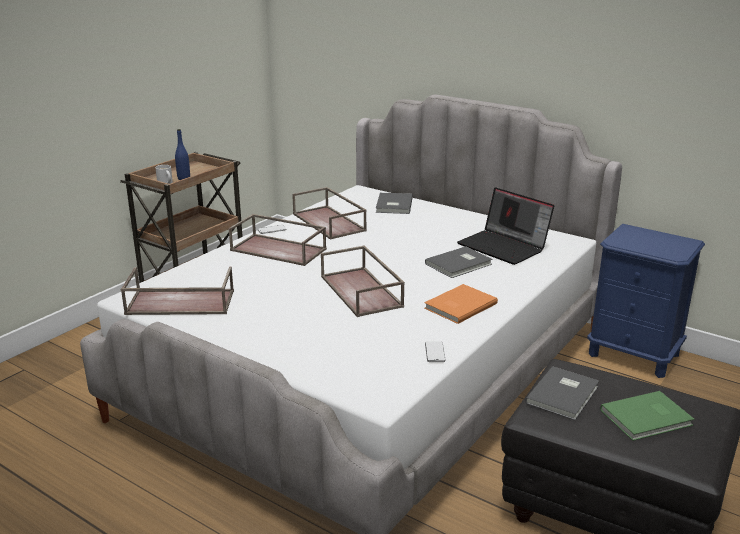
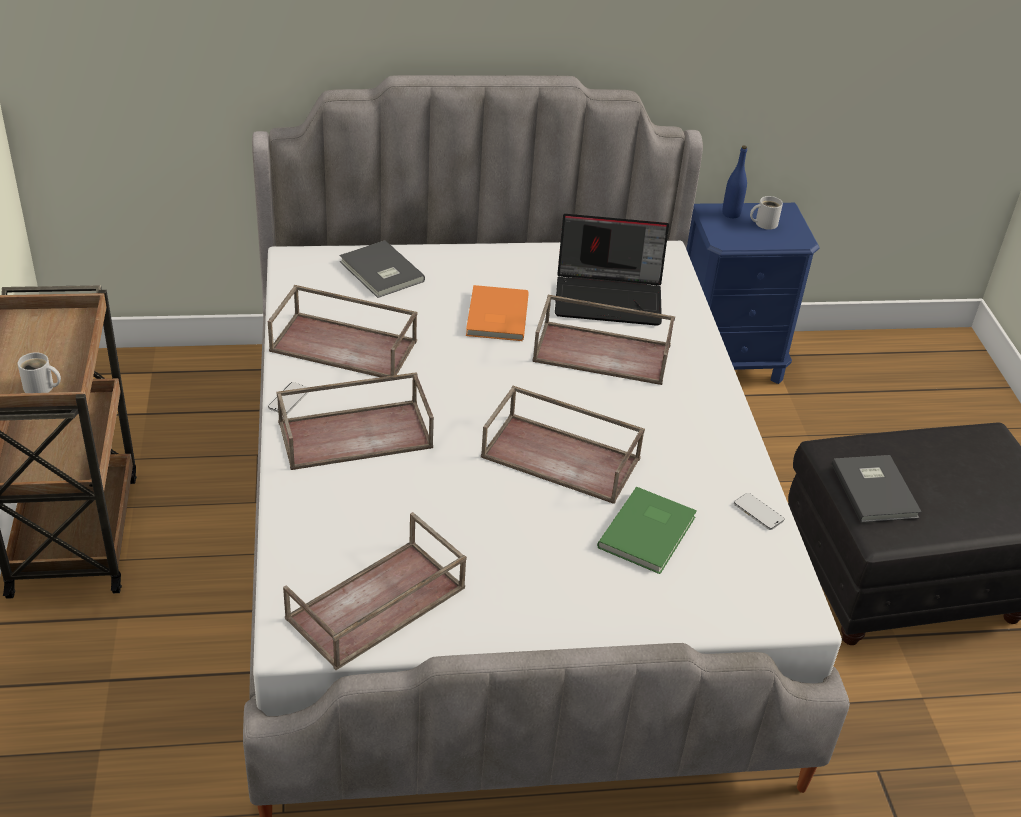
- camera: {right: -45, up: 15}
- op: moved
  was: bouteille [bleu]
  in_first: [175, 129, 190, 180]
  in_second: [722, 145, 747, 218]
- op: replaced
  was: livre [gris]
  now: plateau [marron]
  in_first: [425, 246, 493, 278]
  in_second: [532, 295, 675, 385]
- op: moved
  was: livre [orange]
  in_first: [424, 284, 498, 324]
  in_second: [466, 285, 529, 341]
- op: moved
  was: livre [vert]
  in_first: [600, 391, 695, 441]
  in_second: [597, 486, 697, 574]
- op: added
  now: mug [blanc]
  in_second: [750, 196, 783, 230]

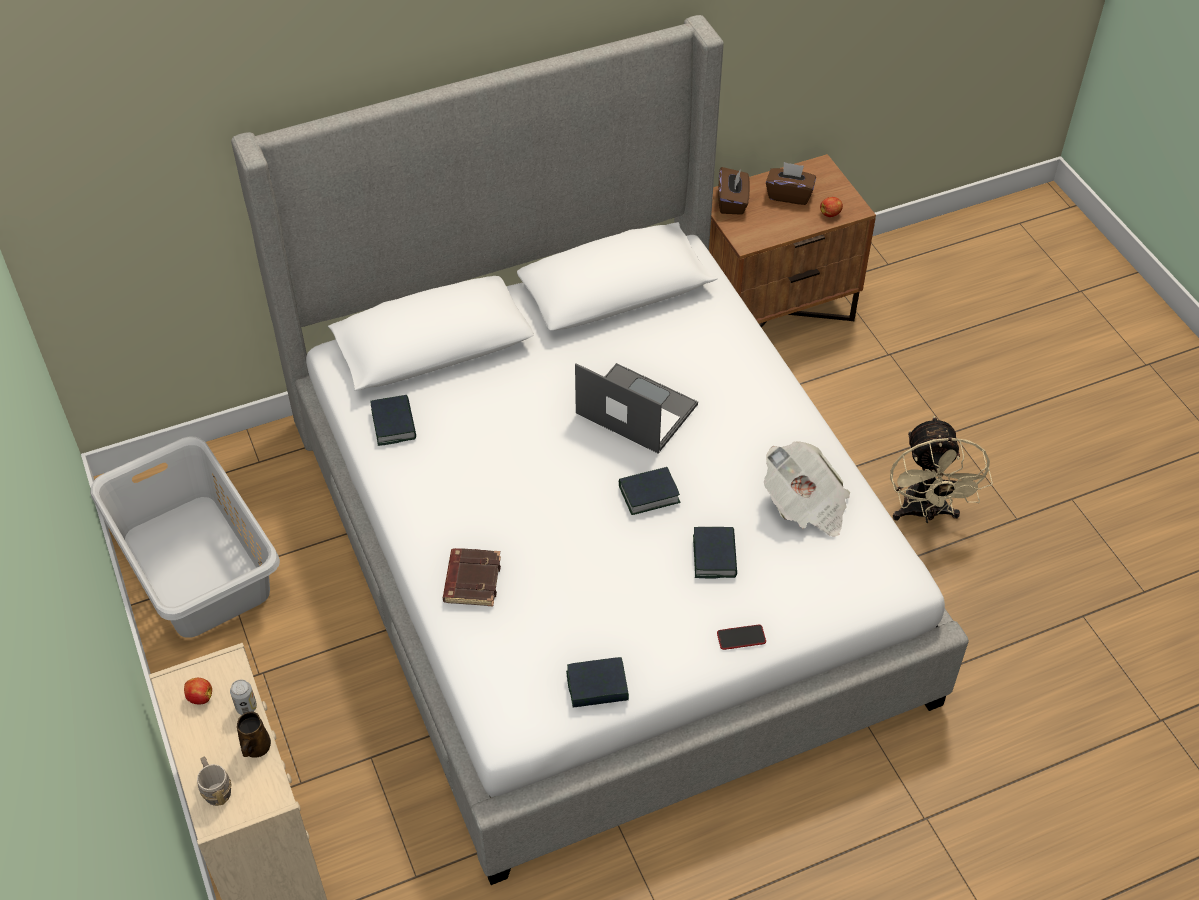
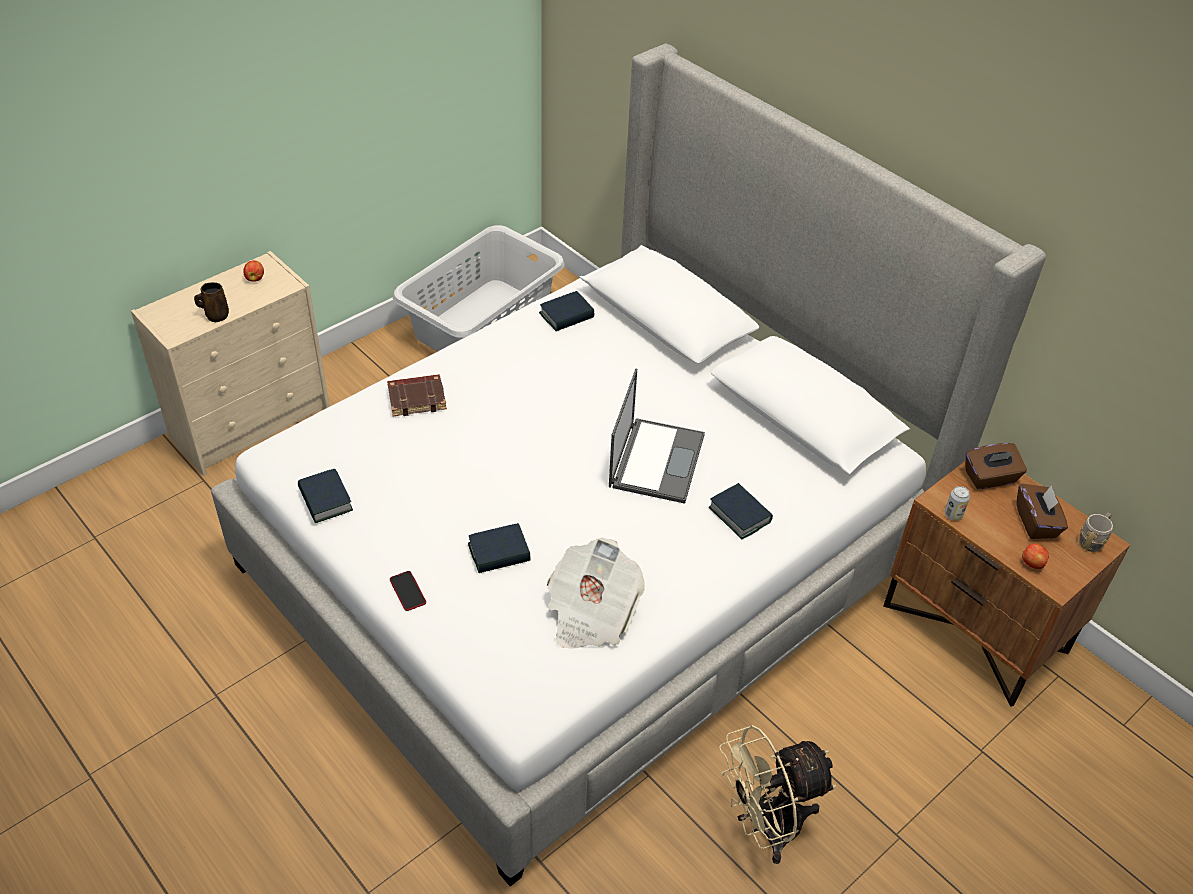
- camera: {right: 70, up: -5}
- op: moved
  was: livre
  in_first: [619, 467, 680, 515]
  in_second: [709, 483, 773, 539]
- op: moved
  was: boîte métallique
  in_first: [230, 679, 257, 715]
  in_second: [945, 486, 970, 520]
- op: moved
  was: mug [gris]
  in_first: [197, 757, 232, 806]
  in_second: [1079, 513, 1113, 552]

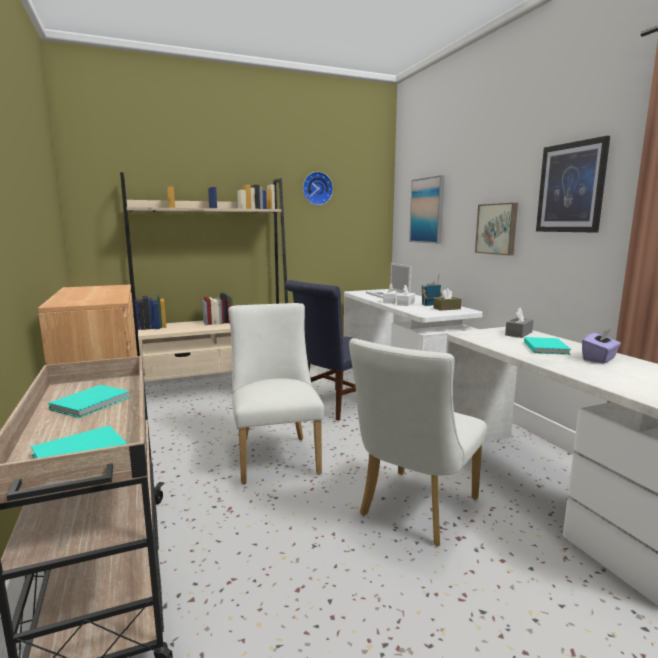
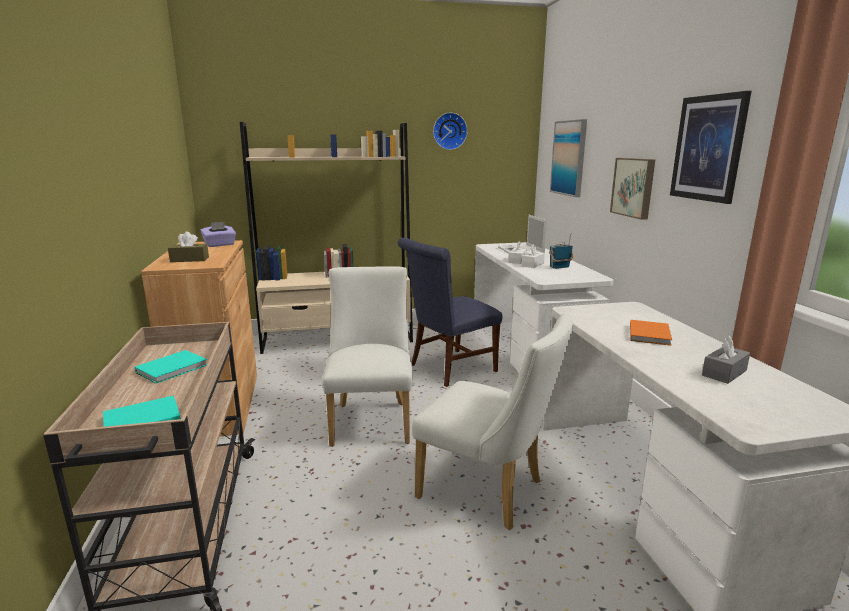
- camera: {right: 10, up: 5}
- op: moved
  was: boîte à mouchoirs [marron]
  in_first: [433, 288, 461, 311]
  in_second: [168, 231, 209, 262]
- op: moved
  was: boîte à mouchoirs [gris]
  in_first: [505, 308, 533, 338]
  in_second: [702, 335, 750, 384]
- op: moved
  was: boîte à mouchoirs [violet]
  in_first: [582, 329, 621, 364]
  in_second: [200, 222, 236, 247]
- op: recoloured
  was: livre [turquoise]
  now: livre [orange]
  in_first: [524, 337, 571, 355]
  in_second: [630, 320, 672, 346]
- op: turned
  was: chaise [blanc]
  in_first: [349, 338, 487, 546]
  in_second: [412, 313, 573, 530]
  clockwise: -105

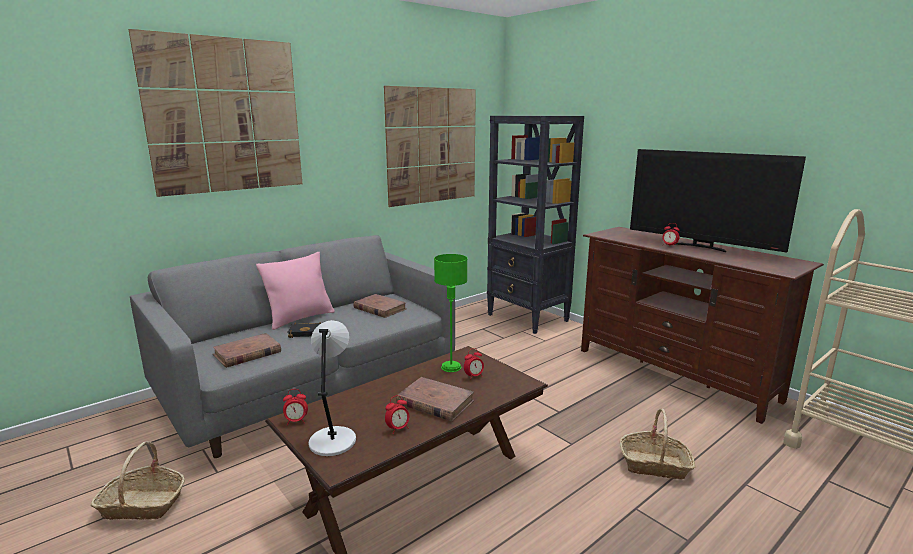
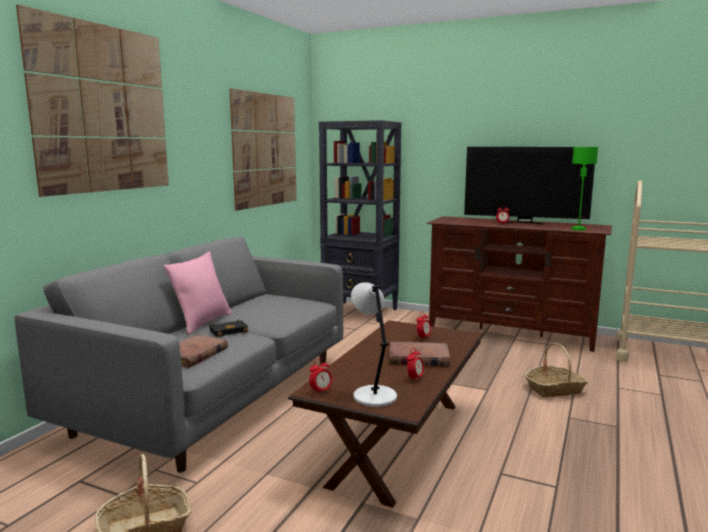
- camera: {right: -25, up: -5}
- op: moved
  was: lampe de table [vert]
  in_first: [434, 254, 467, 372]
  in_second: [571, 147, 598, 231]
- op: removed
  was: livre [marron]
  in_first: [353, 294, 406, 318]

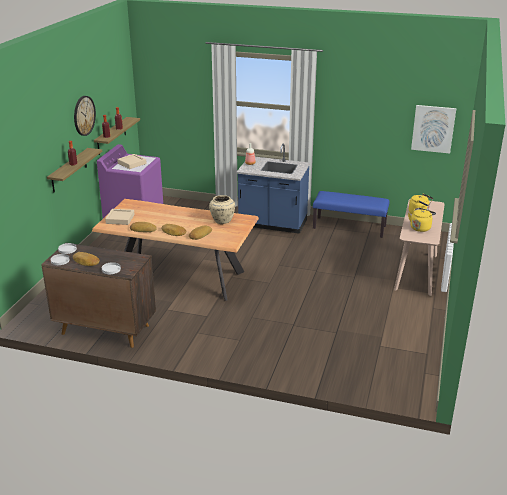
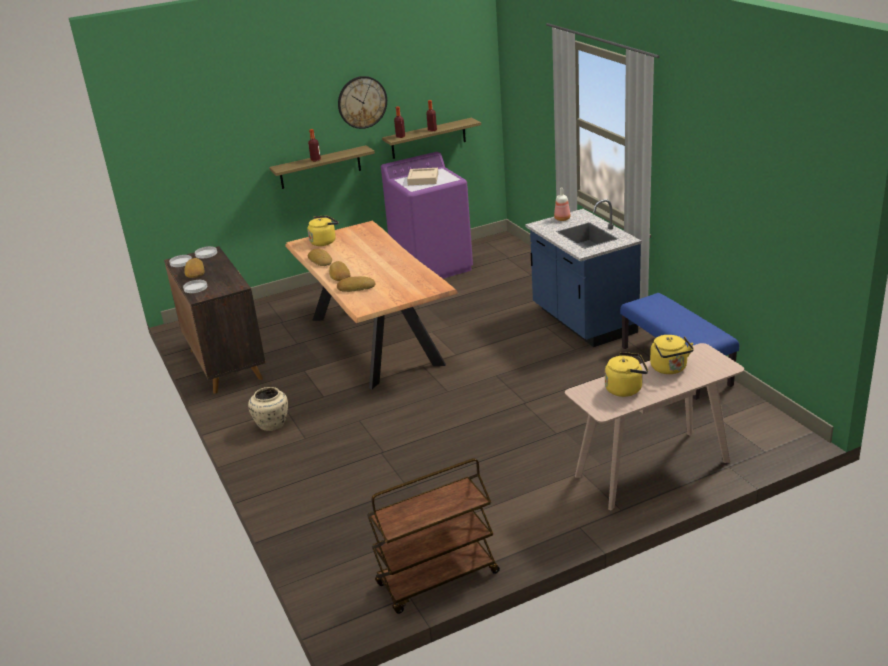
- camera: {right: 50, up: 0}
- op: removed
  was: tableau
  in_first: [411, 105, 456, 154]
- op: moved
  was: vase [beige]
  in_first: [209, 195, 235, 224]
  in_second: [248, 387, 288, 431]
- op: replaced
  was: plateau [beige]
  now: bouilloire [jaune]
  in_first: [105, 209, 135, 225]
  in_second: [307, 215, 339, 246]
- op: added
  now: chariot [marron]
  in_second: [367, 458, 500, 614]

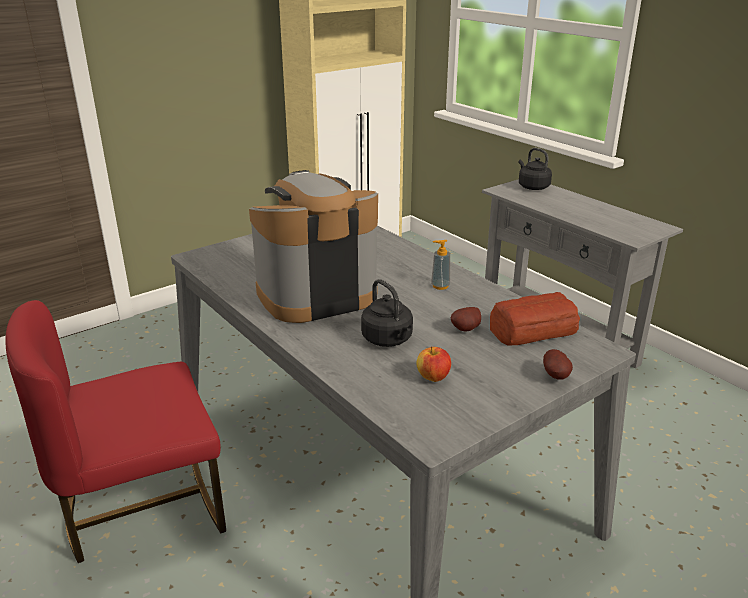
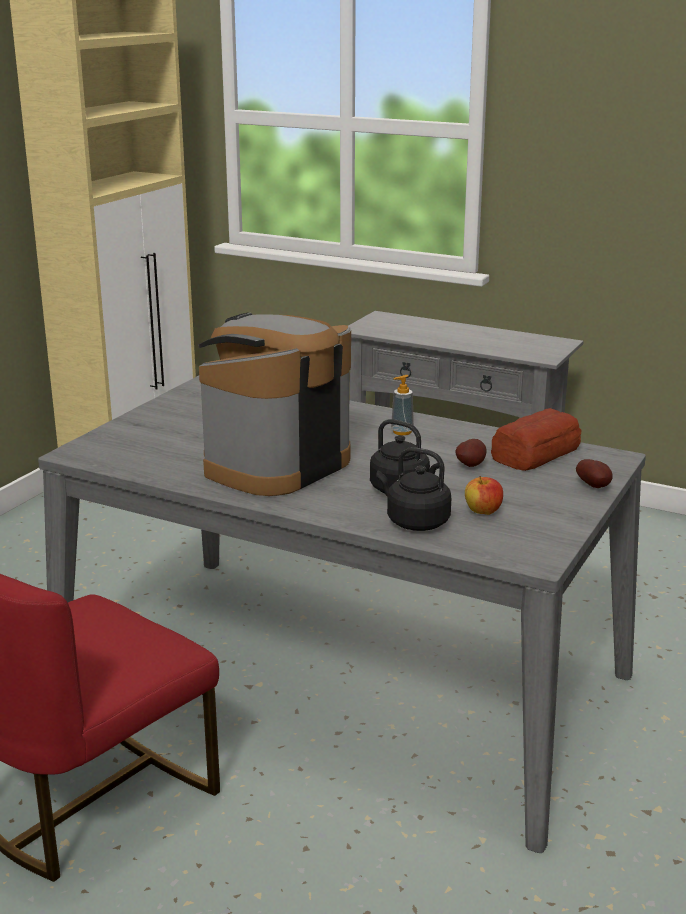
- camera: {right: -25, up: -5}
- op: moved
  was: bouilloire [noir]
  in_first: [519, 148, 552, 190]
  in_second: [376, 447, 451, 531]

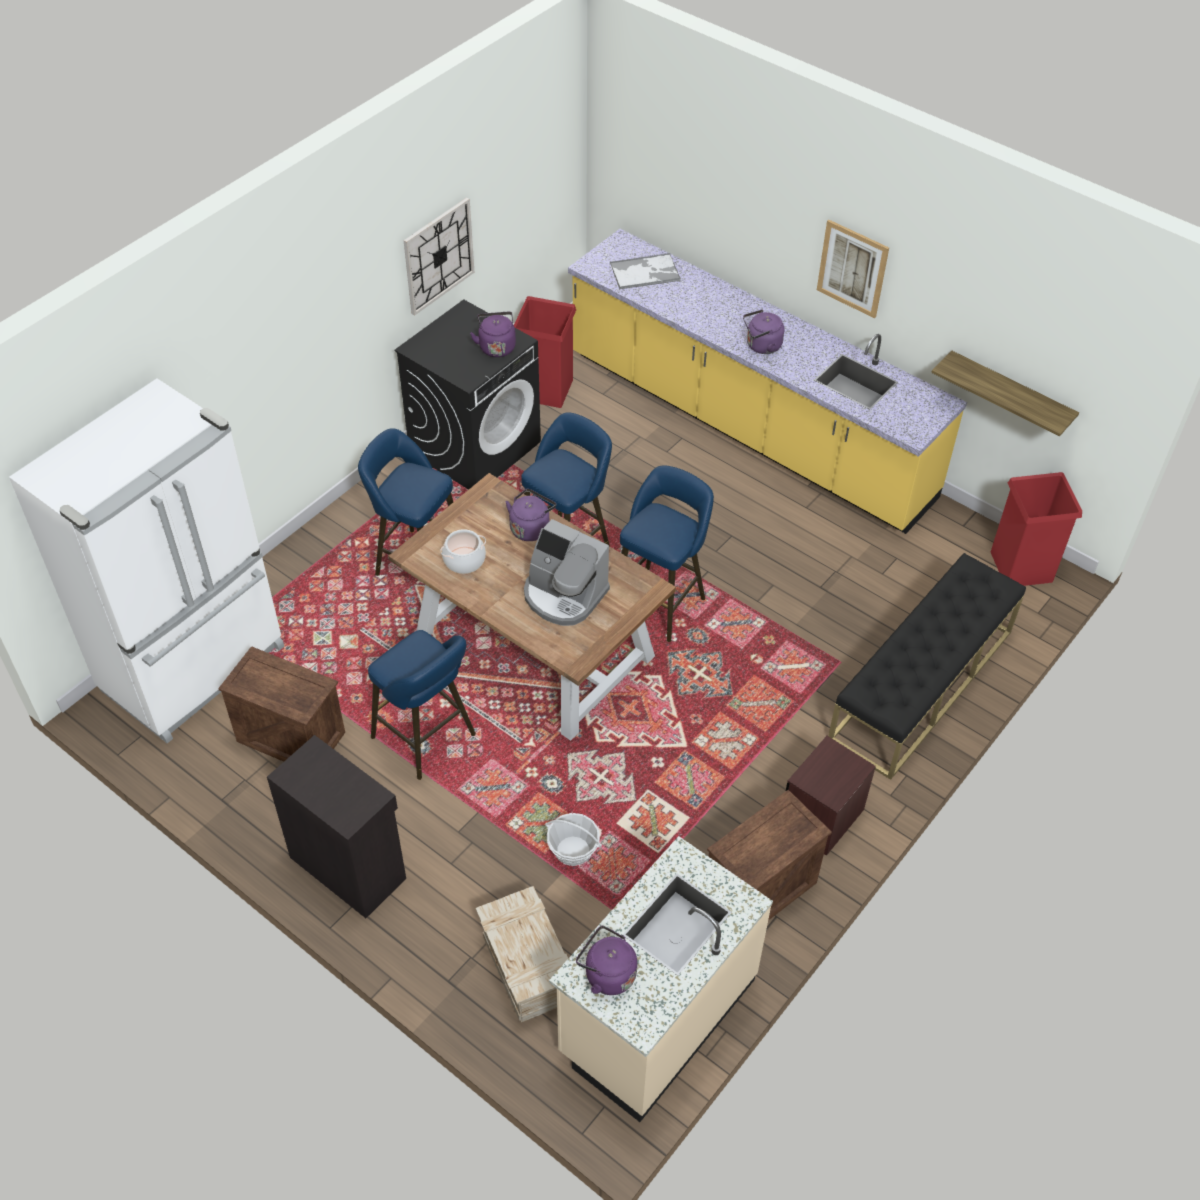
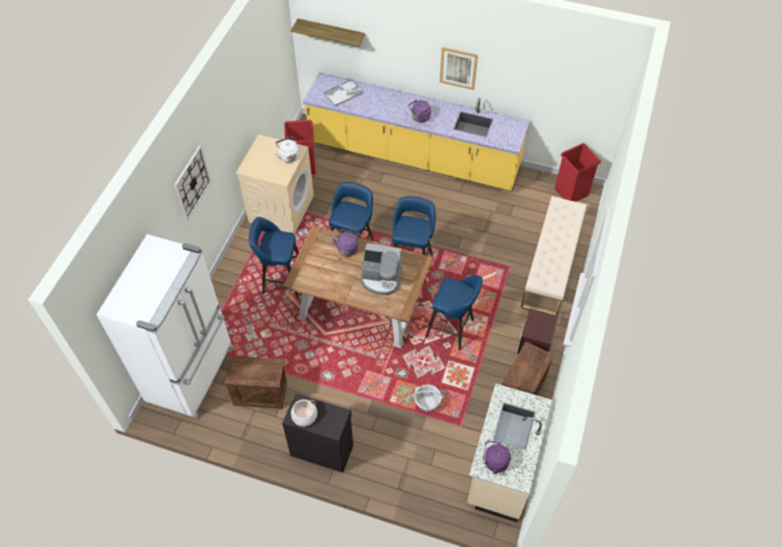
- camera: {right: -20, up: 5}
- op: moved
  was: horloge murale
  in_first: [404, 198, 474, 316]
  in_second: [174, 145, 211, 221]
- op: recoloured
  was: lave-linge [noir]
  now: lave-linge [beige]
  in_first: [394, 299, 541, 490]
  in_second: [236, 134, 314, 234]
- op: recoloured
  was: bouilloire [violet]
  now: bouilloire [blanc]
  in_first: [470, 312, 516, 357]
  in_second: [275, 136, 299, 163]
- op: moved
  was: étagère
  in_first: [931, 351, 1079, 436]
  in_second: [291, 19, 365, 47]
- op: moved
  was: marmite
  in_first: [440, 529, 486, 574]
  in_second: [291, 399, 317, 426]
- op: recoloured
  was: banc [noir]
  now: banc [beige]
  in_first: [828, 553, 1026, 780]
  in_second: [521, 196, 587, 315]
- op: moved
  was: tabouret [bleu]
  in_first: [368, 630, 476, 780]
  in_second: [425, 275, 483, 351]
- op: removed
  was: caisse
  in_first: [476, 886, 568, 1022]

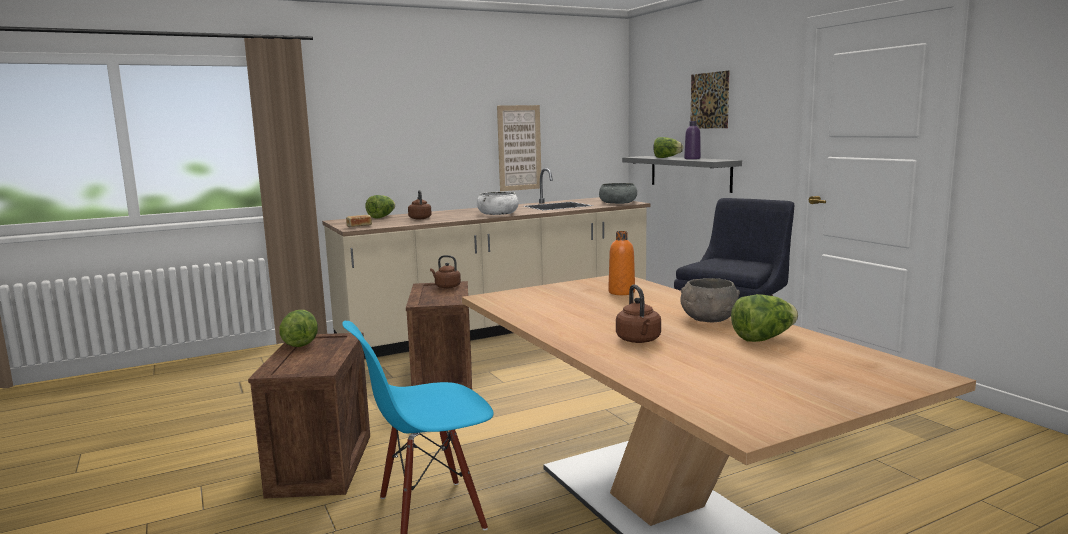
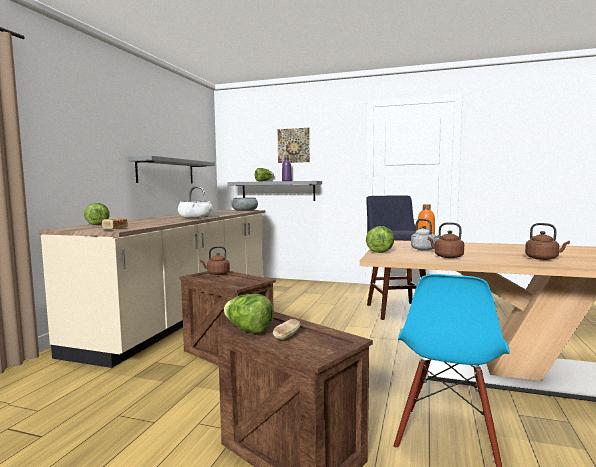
- camera: {right: -45, up: -5}
- op: replaced
  was: tableau
  now: étagère [gris]
  in_first: [497, 105, 541, 191]
  in_second: [128, 156, 215, 183]
- op: moved
  was: bouilloire [marron]
  in_first: [408, 190, 432, 220]
  in_second: [428, 222, 464, 258]
- op: removed
  was: bol [gris]
  in_first: [681, 278, 740, 322]
- op: moved
  was: laitue
  in_first: [731, 294, 798, 342]
  in_second: [366, 226, 394, 253]
- op: added
  now: bouilloire [gris]
  in_second: [411, 219, 439, 251]
- op: added
  now: pain
  in_second: [273, 319, 300, 340]

